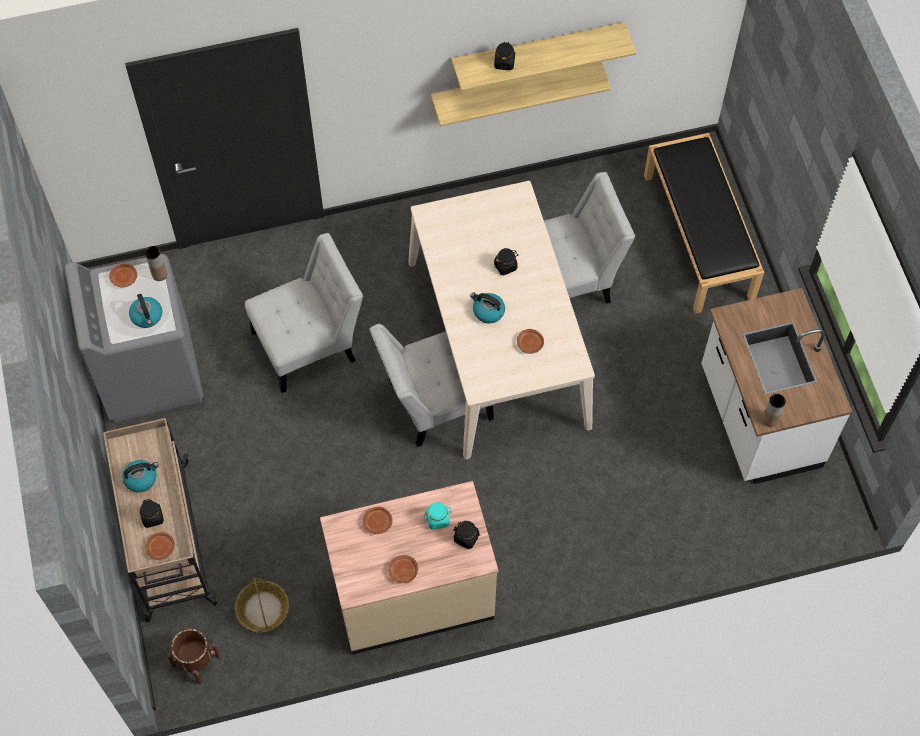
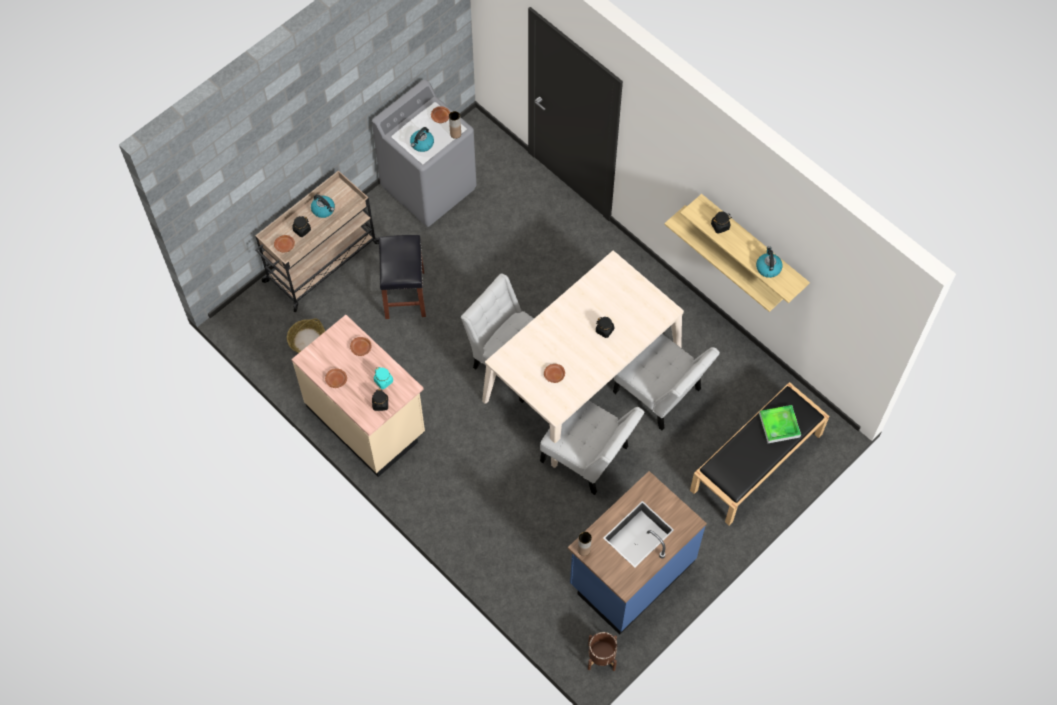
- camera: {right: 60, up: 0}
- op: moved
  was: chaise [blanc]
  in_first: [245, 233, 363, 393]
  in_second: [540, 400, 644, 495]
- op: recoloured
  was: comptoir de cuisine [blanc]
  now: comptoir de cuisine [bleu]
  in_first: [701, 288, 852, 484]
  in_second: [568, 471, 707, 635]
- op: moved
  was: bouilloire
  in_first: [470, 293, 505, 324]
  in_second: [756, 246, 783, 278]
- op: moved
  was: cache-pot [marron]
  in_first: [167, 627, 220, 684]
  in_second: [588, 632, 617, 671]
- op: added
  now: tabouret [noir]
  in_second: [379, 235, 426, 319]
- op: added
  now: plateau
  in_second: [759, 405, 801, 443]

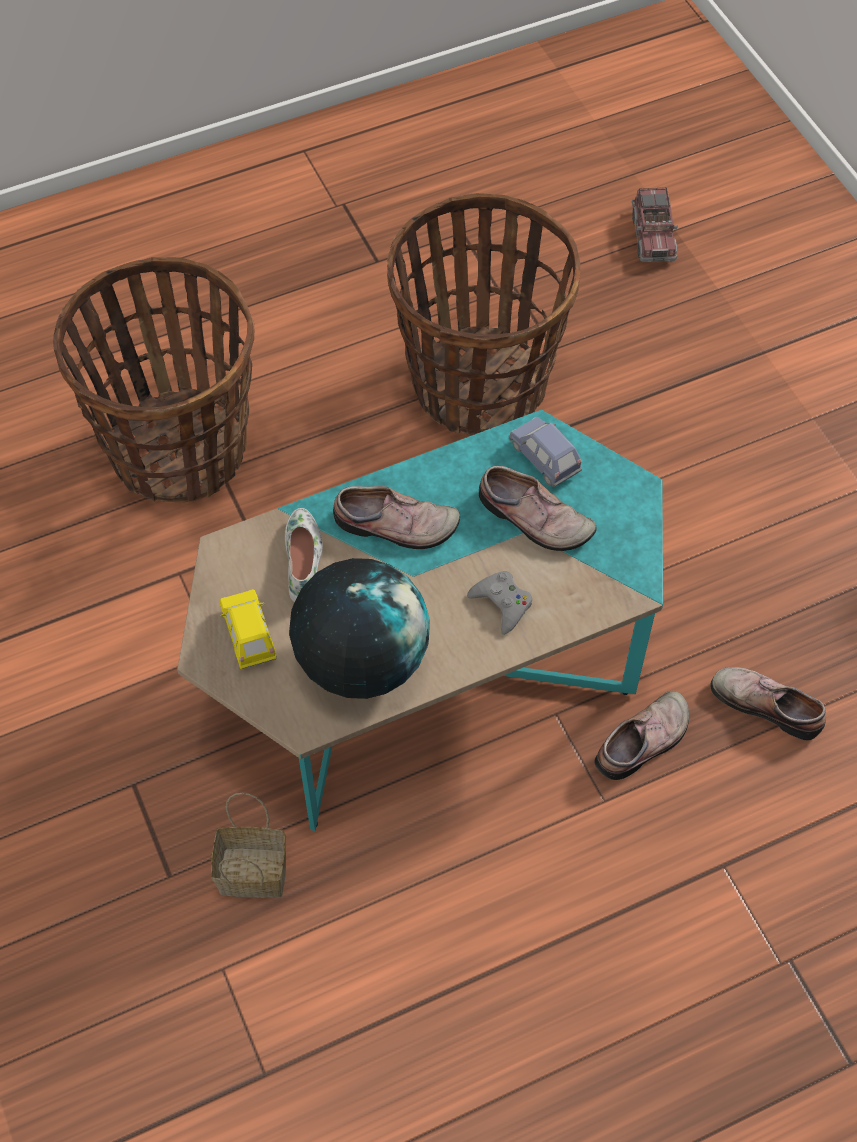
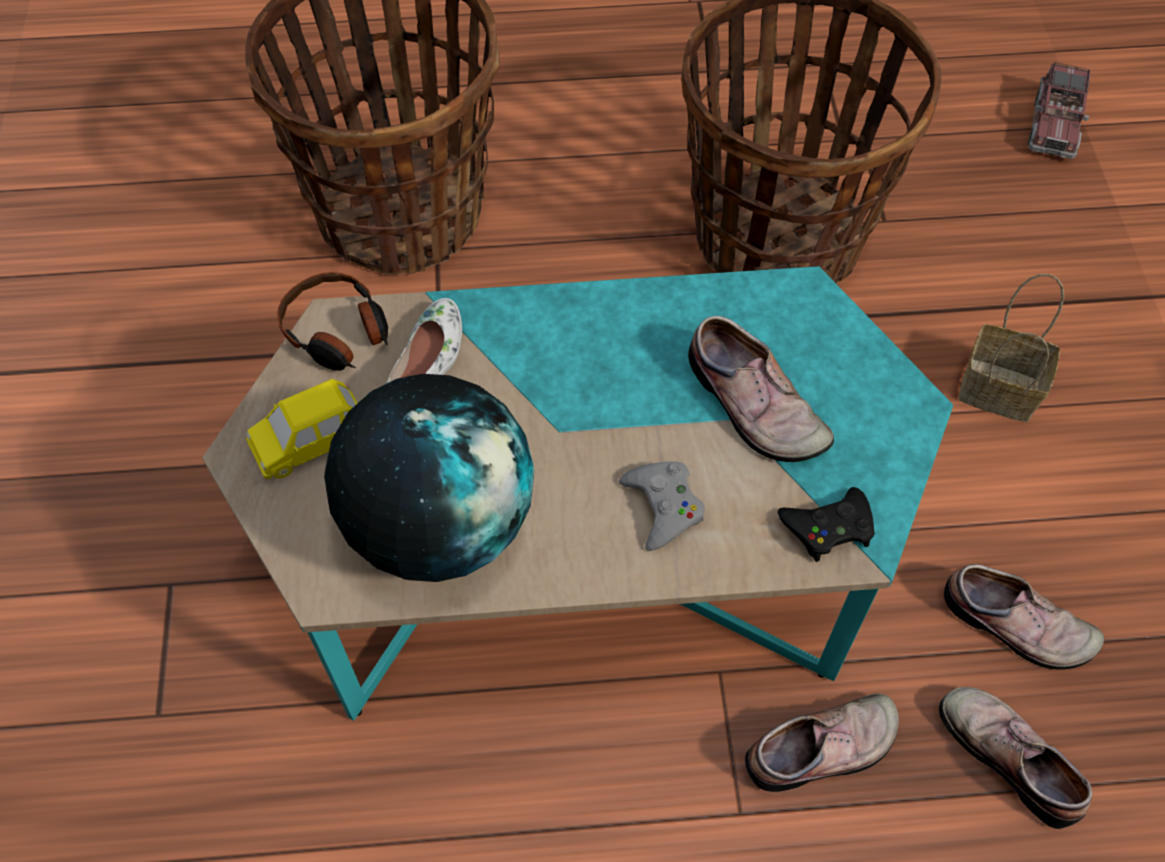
- camera: {right: 20, up: 0}
- op: removed
  was: petite voiture [bleu]
  in_first: [509, 417, 582, 487]
- op: moved
  was: chaussure
  in_first: [333, 486, 460, 549]
  in_second: [944, 564, 1104, 670]
- op: turned
  was: petite voiture [jaune]
  in_first: [220, 589, 277, 670]
  in_second: [246, 379, 357, 479]
  clockwise: -120
- op: moved
  was: panier
  in_first: [211, 793, 286, 898]
  in_second: [959, 274, 1064, 422]
- op: added
  now: casque audio
  in_second: [277, 272, 388, 371]
- op: added
  now: manette [noir]
  in_second: [778, 487, 875, 562]

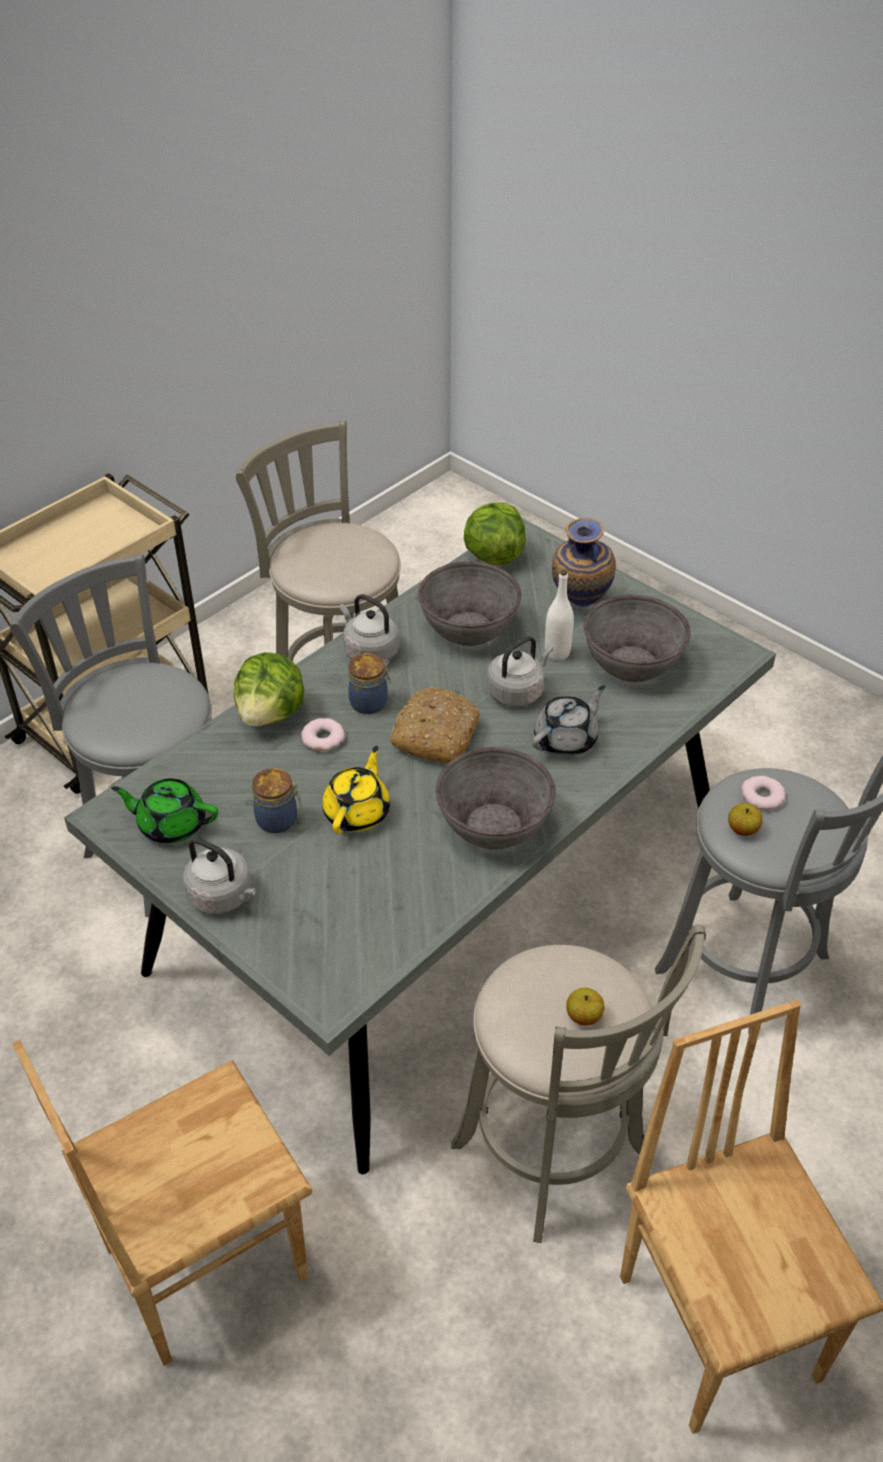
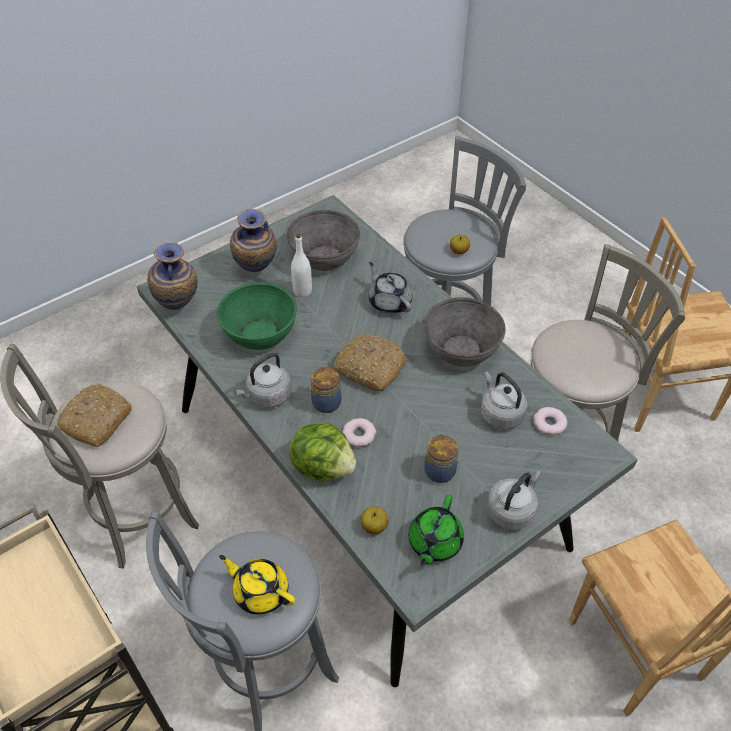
- camera: {right: -80, up: 5}
- op: replaced
  was: laitue
  now: vase
  in_first: [464, 502, 526, 565]
  in_second: [147, 242, 198, 310]
- op: recoloured
  was: bol [gris]
  now: bol [vert]
  in_first: [418, 561, 521, 646]
  in_second: [217, 282, 297, 350]
- op: moved
  was: bouilloire [gris]
  in_first: [487, 636, 553, 707]
  in_second: [480, 372, 527, 430]
- op: moved
  was: théière [jaune]
  in_first: [322, 746, 390, 834]
  in_second: [219, 555, 295, 615]
- op: moved
  was: beignet
  in_first: [741, 776, 785, 810]
  in_second: [533, 407, 567, 435]
- op: moved
  was: pomme
  in_first: [566, 988, 604, 1026]
  in_second: [361, 506, 388, 534]
- op: added
  now: pain
  in_second: [57, 384, 132, 447]

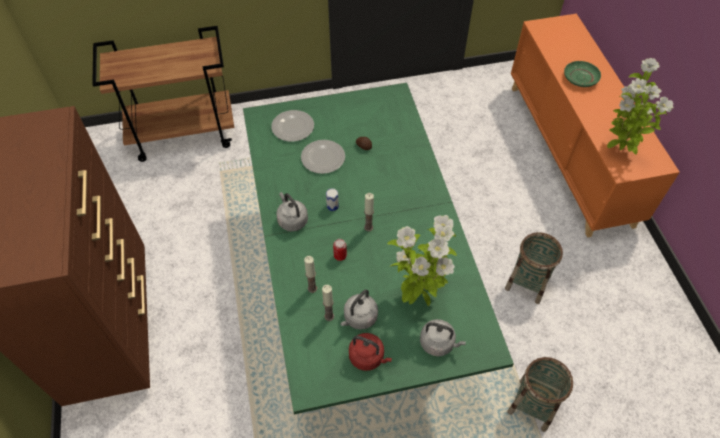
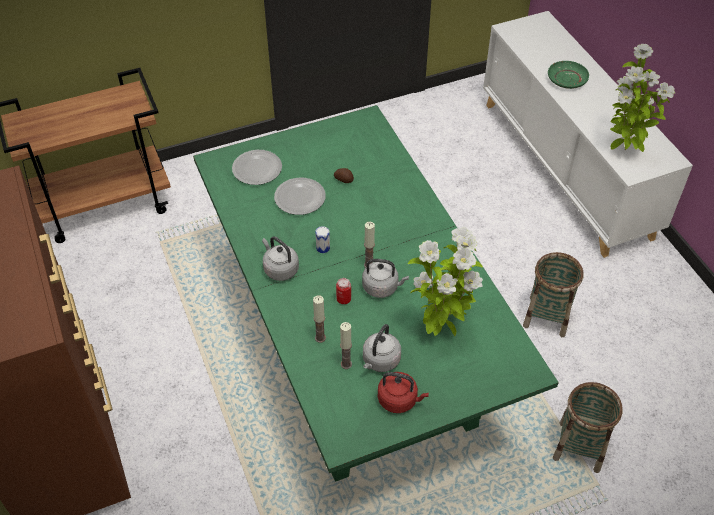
- camera: {right: -10, up: -5}
- op: recoloured
  was: meuble de rangement [orange]
  now: meuble de rangement [blanc]
  in_first: [511, 14, 680, 238]
  in_second: [483, 11, 693, 258]
- op: moved
  was: bouilloire [gris]
  in_first: [420, 319, 466, 356]
  in_second: [362, 259, 409, 298]

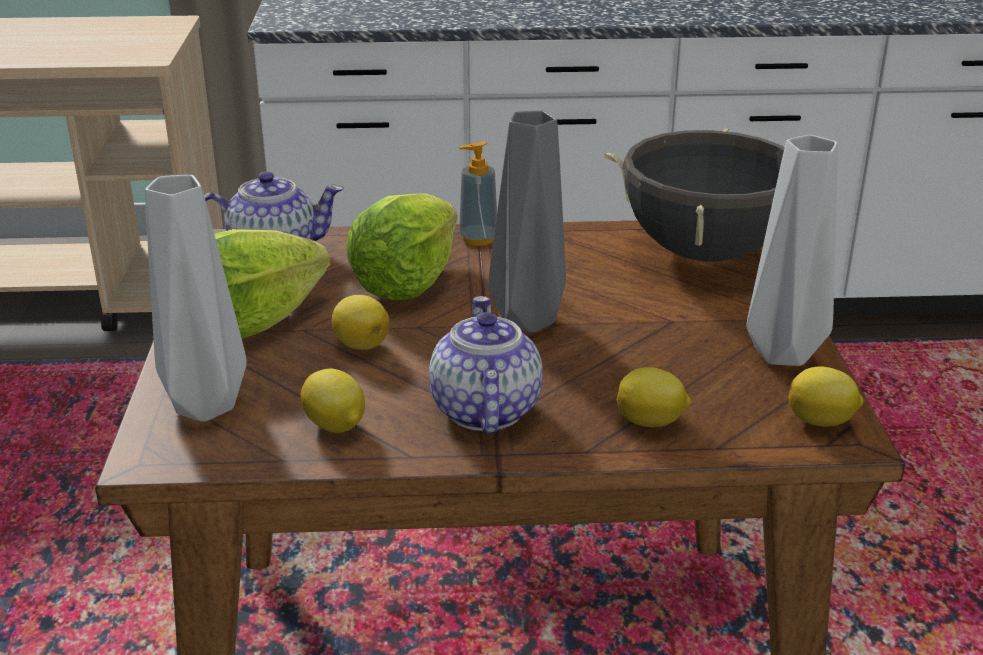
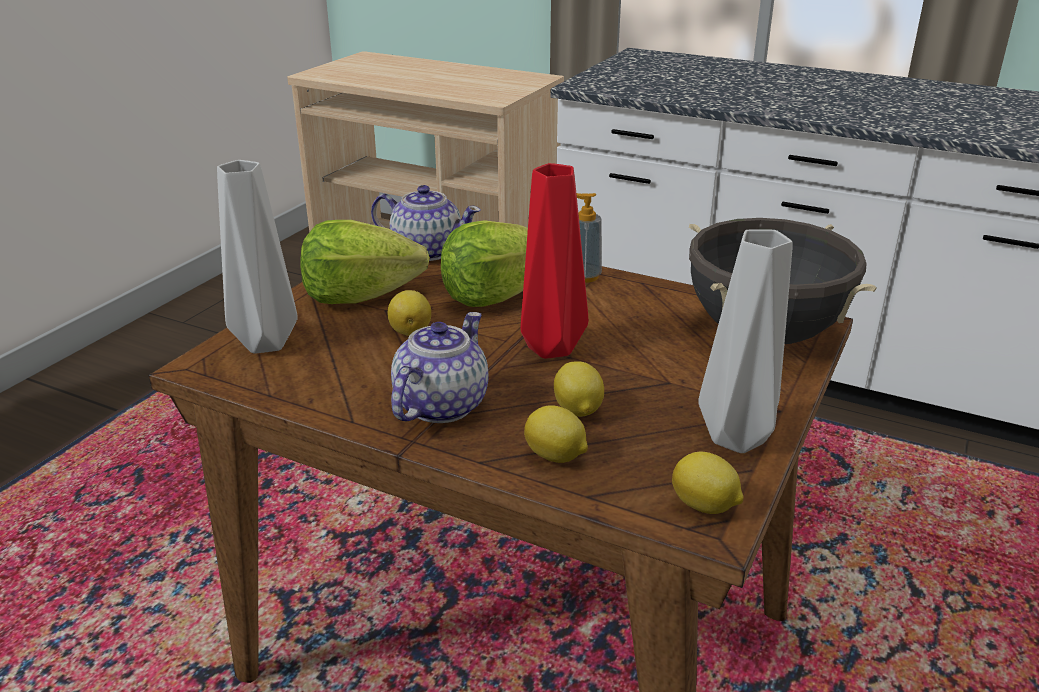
- camera: {right: 30, up: 0}
- op: recoloured
  was: vase [gris]
  now: vase [rouge]
  in_first: [488, 110, 566, 333]
  in_second: [521, 163, 589, 359]
- op: moved
  was: citron
  in_first: [301, 368, 365, 433]
  in_second: [554, 361, 604, 417]

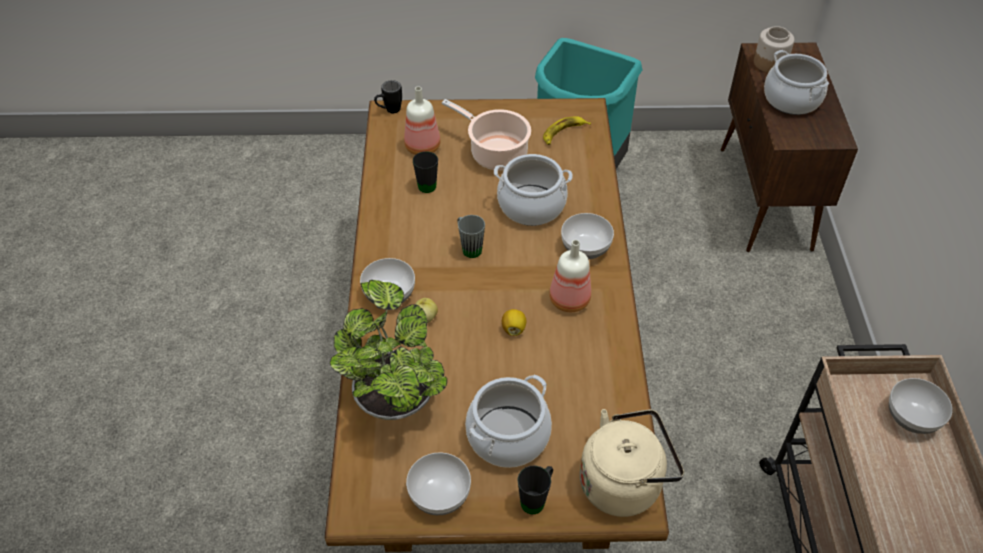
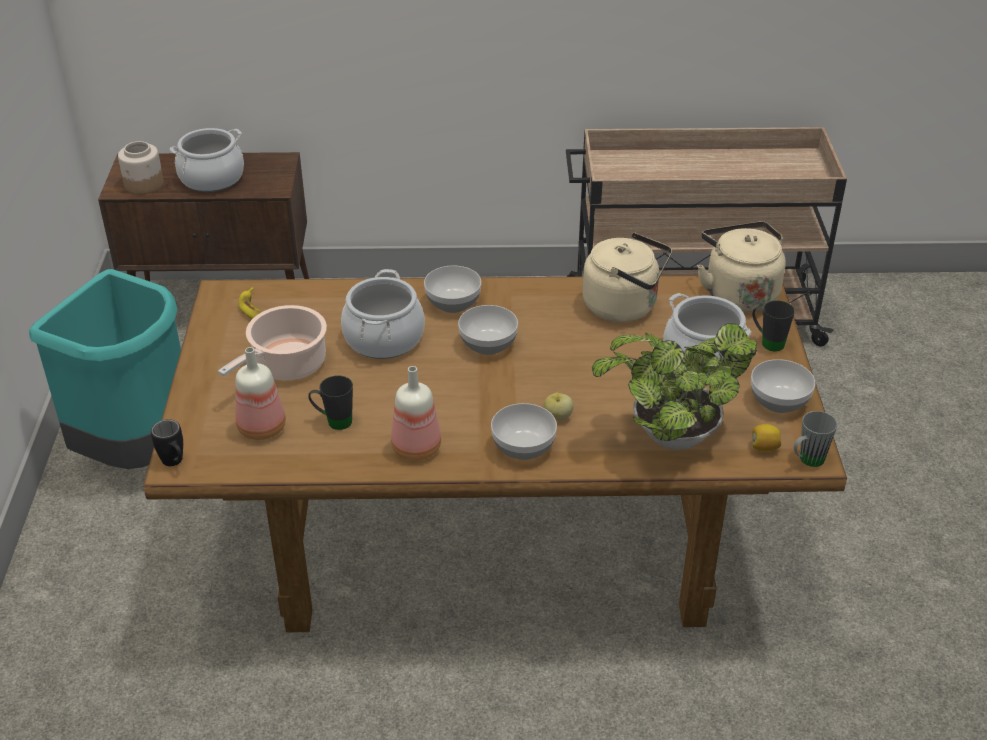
- camera: {right: -90, up: -10}
- op: moved
  was: mug [gris]
  in_first: [457, 215, 485, 258]
  in_second: [794, 411, 837, 467]
- op: moved
  was: bouteille
  in_first: [549, 240, 591, 312]
  in_second: [391, 366, 441, 461]
- op: moved
  was: citron
  in_first: [502, 309, 527, 336]
  in_second: [752, 424, 781, 452]
- op: moved
  was: bol
  in_first: [889, 378, 952, 434]
  in_second: [458, 305, 518, 355]
- op: added
  now: bouilloire [beige]
  in_second: [582, 232, 672, 322]

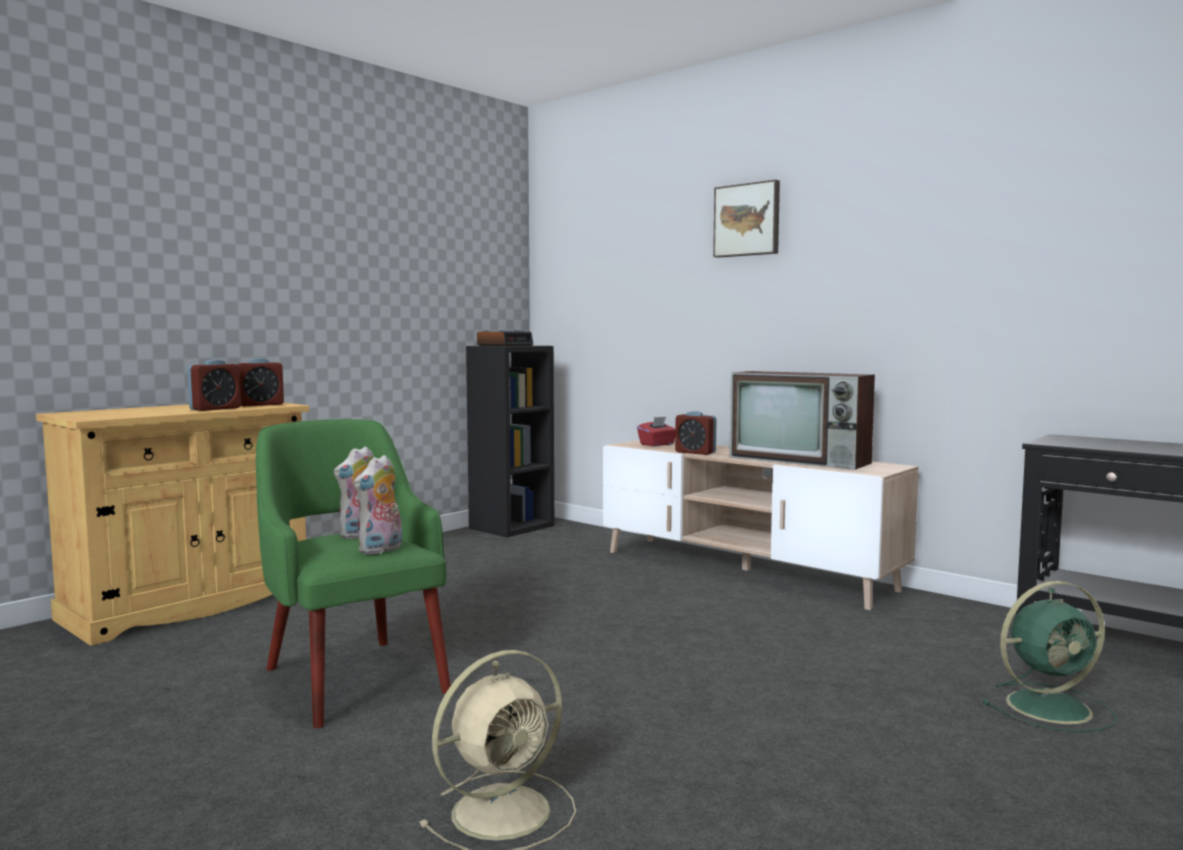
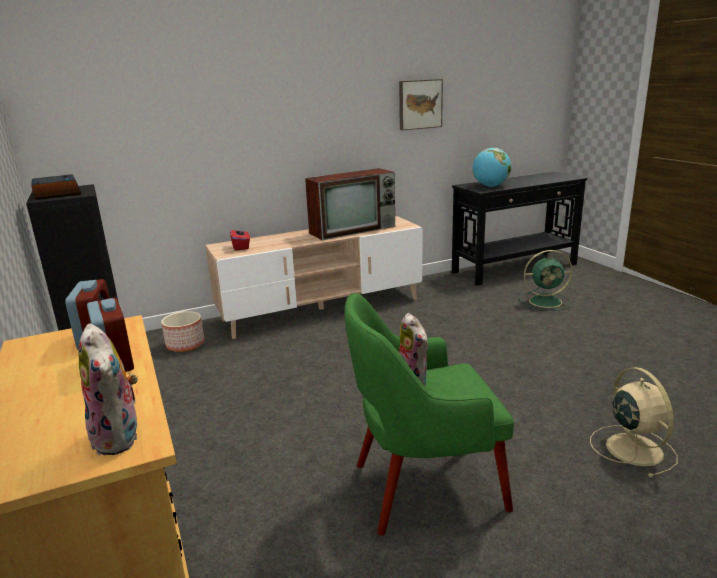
- camera: {right: -65, up: 15}
- op: moved
  was: tableau
  in_first: [713, 180, 780, 258]
  in_second: [399, 79, 443, 130]
- op: removed
  was: réveil
  in_first: [675, 411, 716, 455]
- op: moved
  was: peluche
  in_first: [354, 455, 402, 555]
  in_second: [78, 323, 139, 456]
- op: turned
  was: ventilateur [vert]
  in_first: [982, 581, 1117, 732]
  in_second: [518, 250, 573, 311]
  clockwise: 75
- op: added
  now: globe
  in_second: [472, 148, 511, 187]
- op: added
  now: cache-pot
  in_second: [161, 311, 204, 352]

